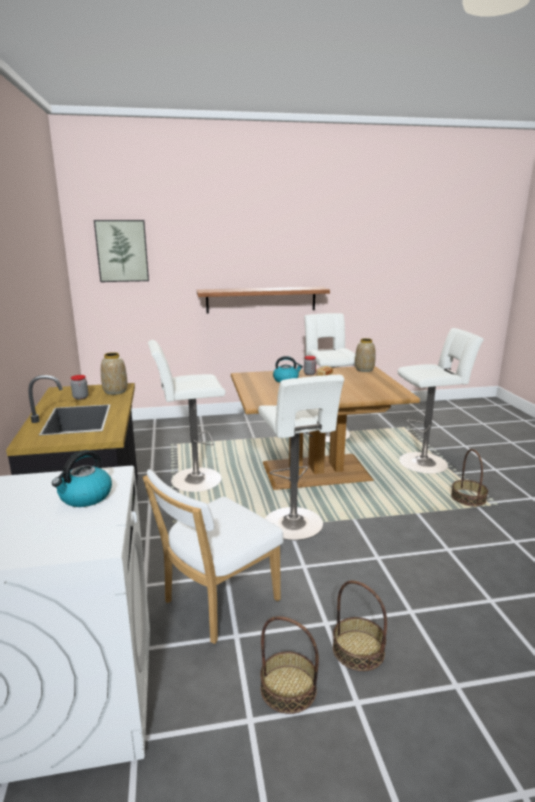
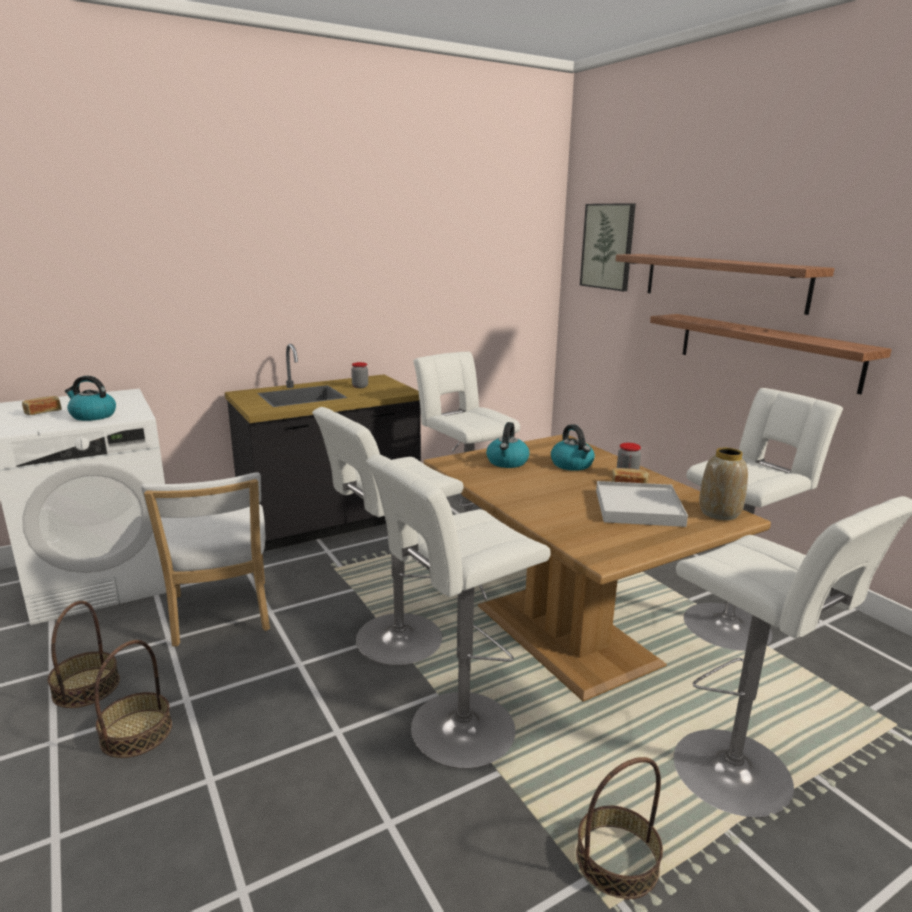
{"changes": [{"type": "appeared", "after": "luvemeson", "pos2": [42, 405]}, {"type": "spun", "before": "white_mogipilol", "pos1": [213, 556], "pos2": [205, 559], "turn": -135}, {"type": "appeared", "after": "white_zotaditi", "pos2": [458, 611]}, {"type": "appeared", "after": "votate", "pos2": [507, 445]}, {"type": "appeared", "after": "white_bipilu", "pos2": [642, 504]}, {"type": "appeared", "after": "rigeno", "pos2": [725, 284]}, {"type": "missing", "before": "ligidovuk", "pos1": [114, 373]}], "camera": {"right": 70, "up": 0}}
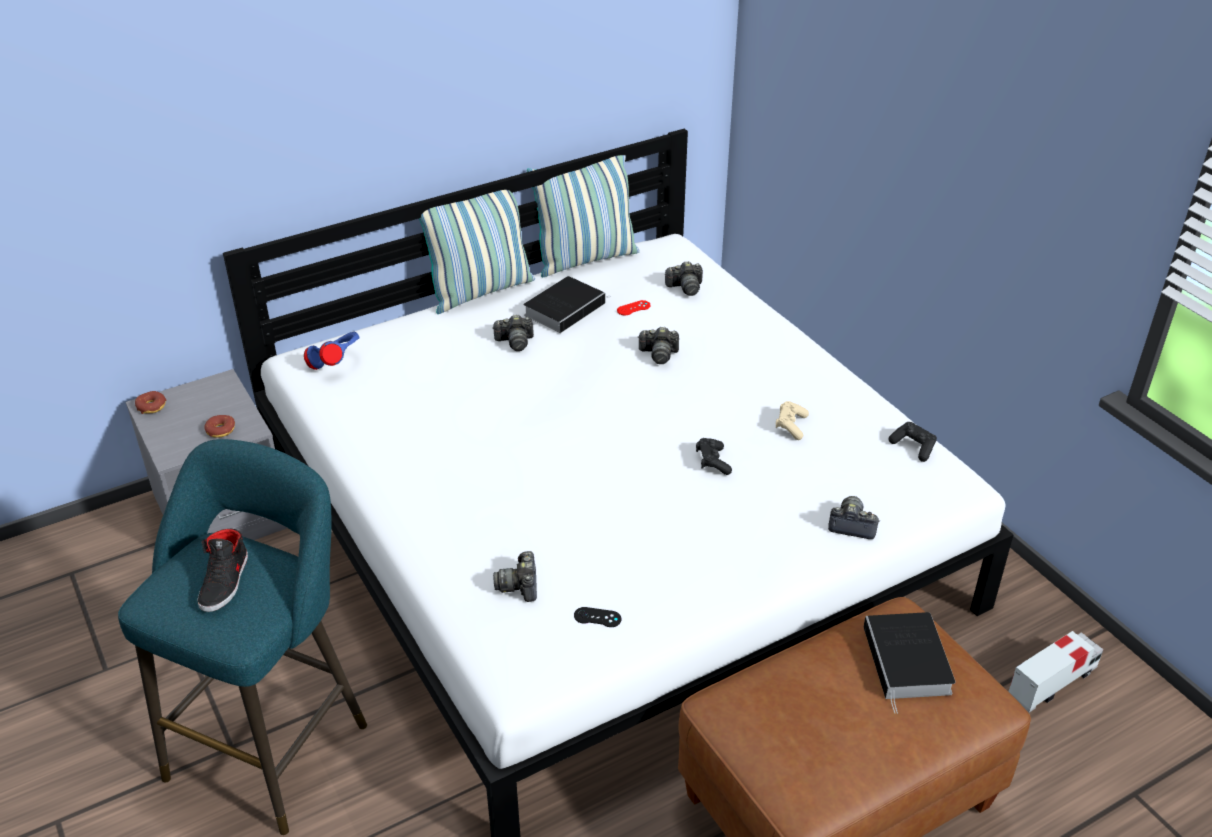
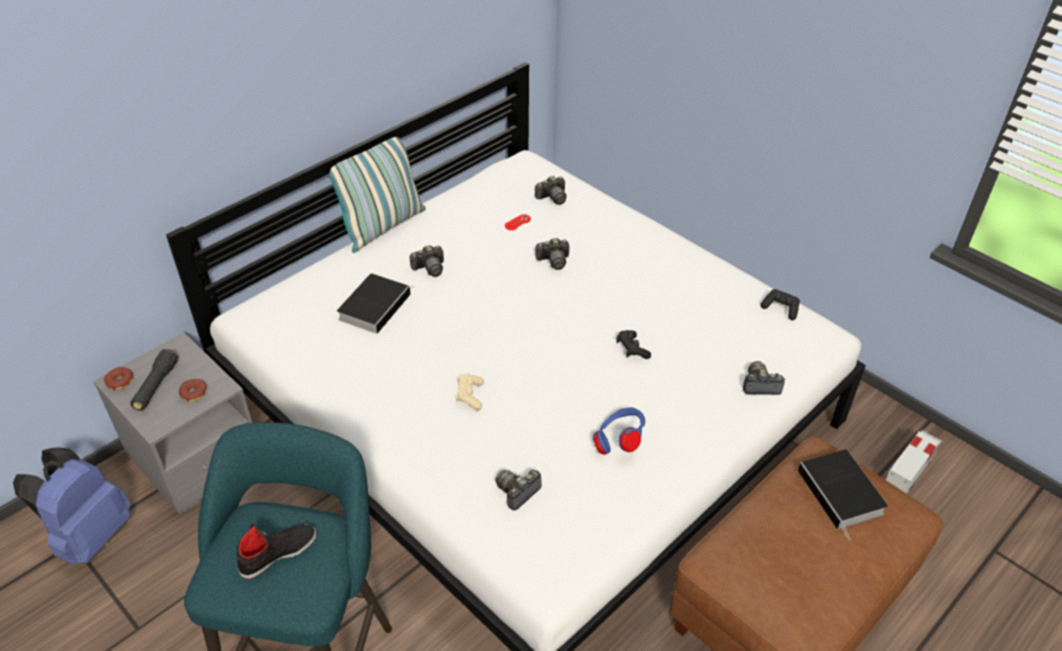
{"changes": [{"type": "appeared", "after": "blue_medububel", "pos2": [72, 506]}, {"type": "appeared", "after": "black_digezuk", "pos2": [154, 380]}, {"type": "spun", "before": "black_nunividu", "pos1": [222, 570], "pos2": [276, 551], "turn": -120}, {"type": "relocated", "before": "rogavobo", "pos1": [567, 304], "pos2": [375, 303]}, {"type": "relocated", "before": "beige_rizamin", "pos1": [792, 420], "pos2": [470, 392]}, {"type": "spun", "before": "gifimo", "pos1": [515, 576], "pos2": [518, 490], "turn": 60}, {"type": "relocated", "before": "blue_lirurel", "pos1": [332, 350], "pos2": [619, 431]}, {"type": "missing", "before": "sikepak", "pos1": [583, 216]}, {"type": "missing", "before": "black_rizamin", "pos1": [597, 617]}], "camera": {"right": -15, "up": 5}}
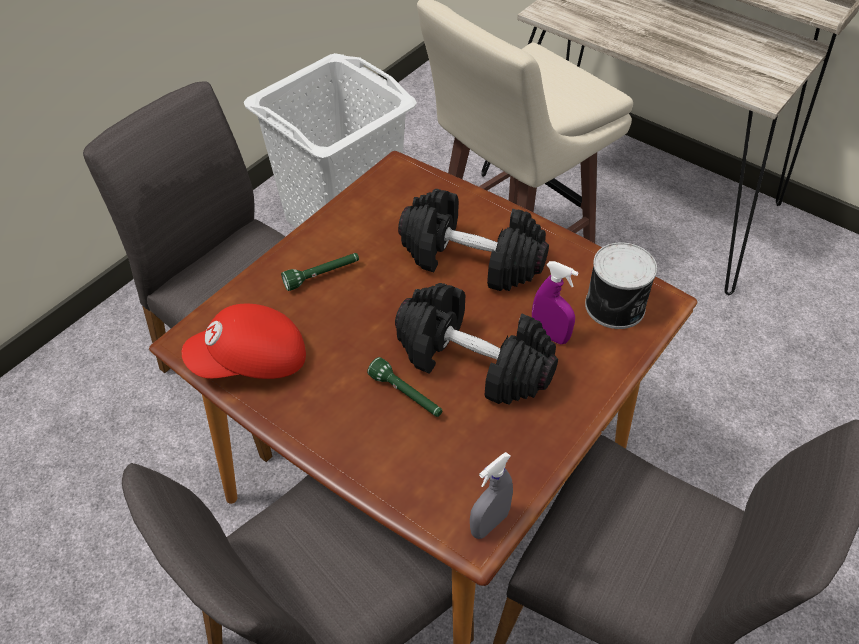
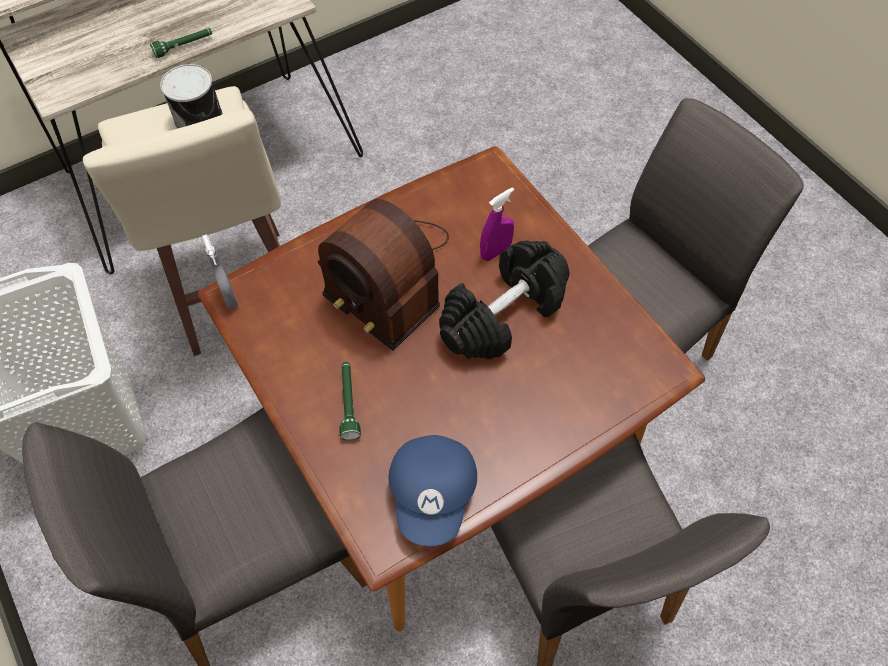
{"changes": [{"type": "relocated", "before": "green_digezuk", "pos1": [404, 387], "pos2": [181, 43]}, {"type": "relocated", "before": "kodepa", "pos1": [621, 285], "pos2": [191, 96]}, {"type": "relocated", "before": "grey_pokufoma", "pos1": [491, 495], "pos2": [220, 271]}, {"type": "exchanged", "before": "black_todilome", "after": "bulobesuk", "pos1": [473, 240], "pos2": [383, 275]}, {"type": "colour", "before": "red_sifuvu", "after": "blue_sifuvu", "pos1": [243, 341], "pos2": [432, 490]}], "camera": {"right": -70, "up": 10}}
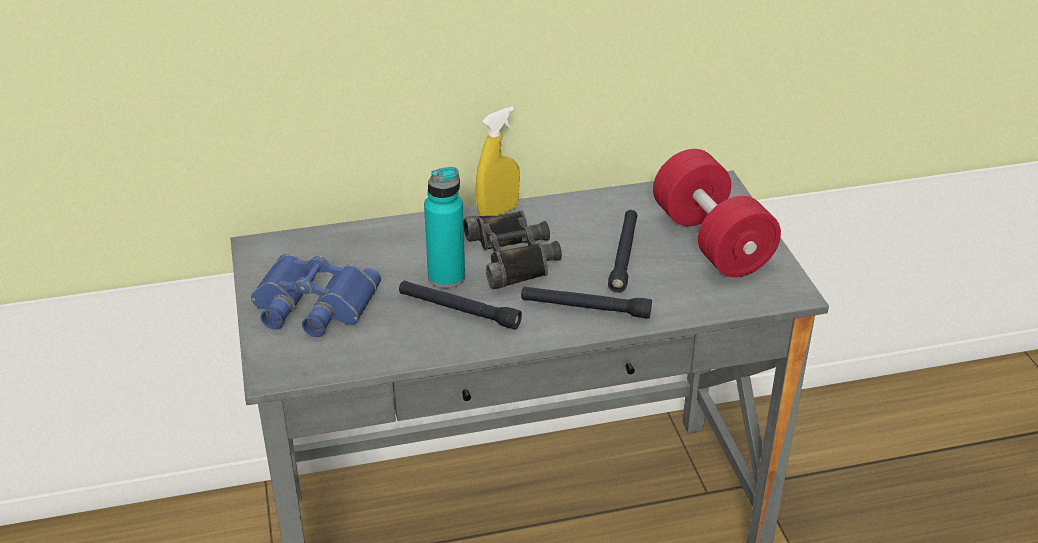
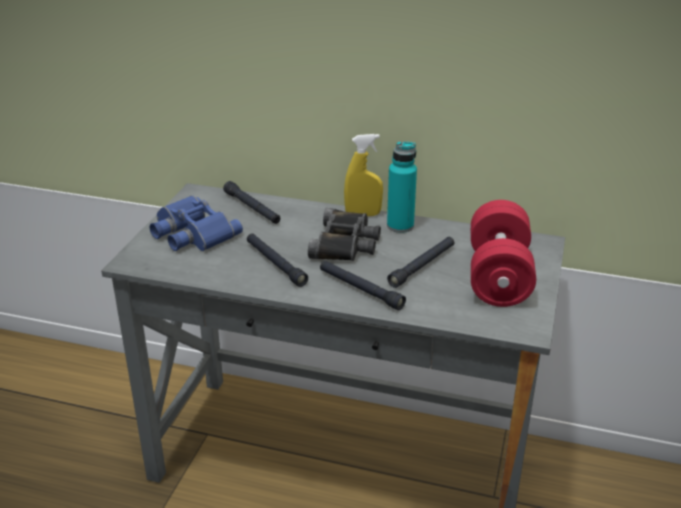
{"changes": [{"type": "appeared", "after": "black_digezuk", "pos2": [251, 202]}, {"type": "relocated", "before": "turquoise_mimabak", "pos1": [444, 227], "pos2": [402, 187]}], "camera": {"right": 30, "up": -5}}
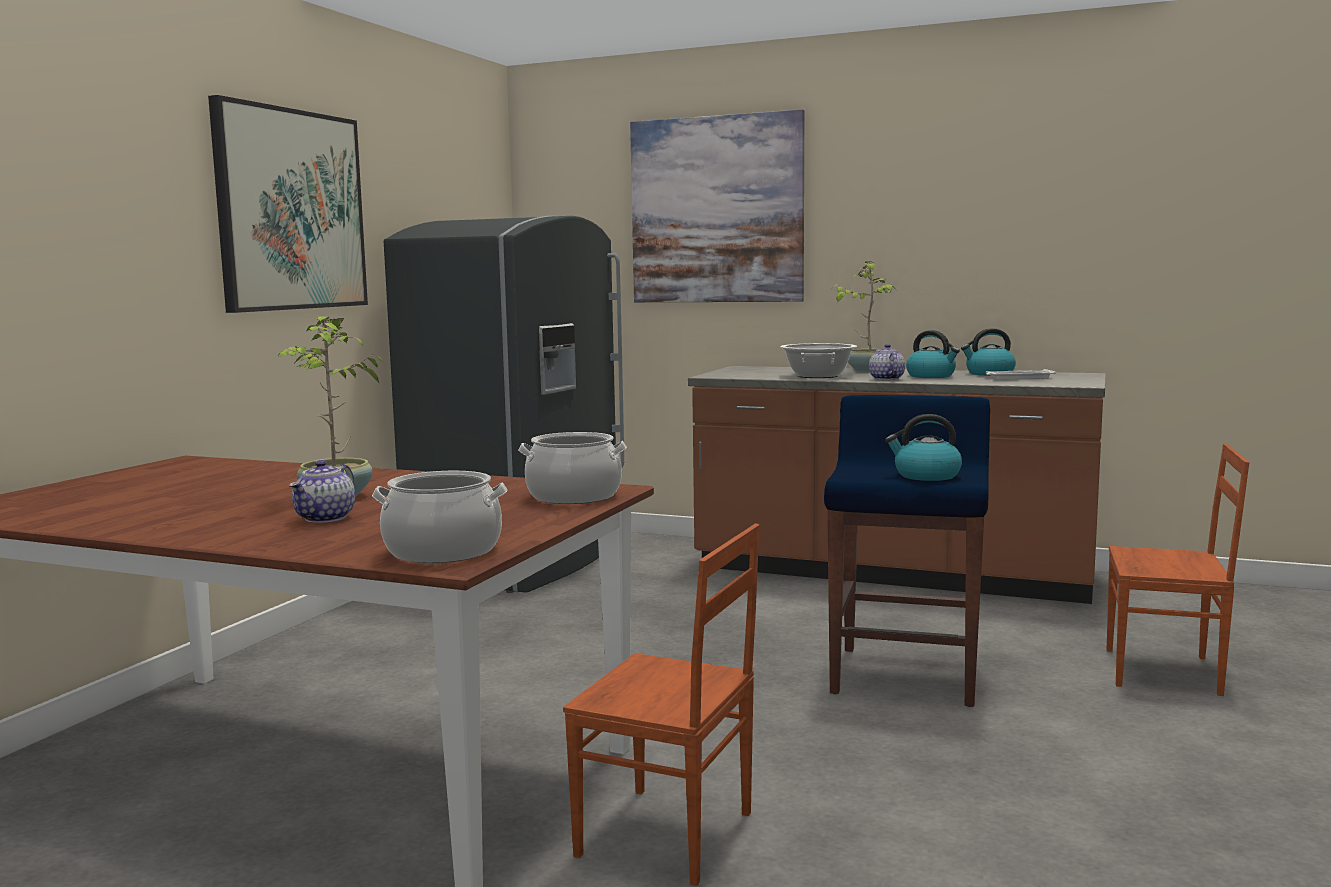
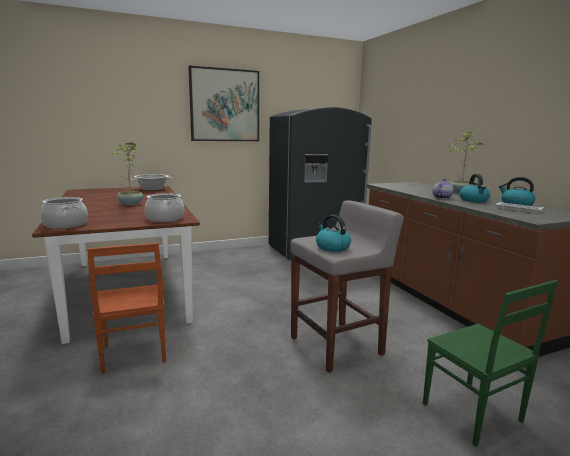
{"changes": [{"type": "relocated", "before": "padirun", "pos1": [818, 360], "pos2": [151, 182]}, {"type": "colour", "before": "blue_zotaditi", "after": "grey_zotaditi", "pos1": [907, 551], "pos2": [347, 286]}, {"type": "colour", "before": "brown_mogipilol", "after": "green_mogipilol", "pos1": [1178, 569], "pos2": [490, 363]}, {"type": "missing", "before": "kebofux", "pos1": [322, 491]}, {"type": "missing", "before": "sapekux", "pos1": [717, 205]}], "camera": {"right": 45, "up": 5}}
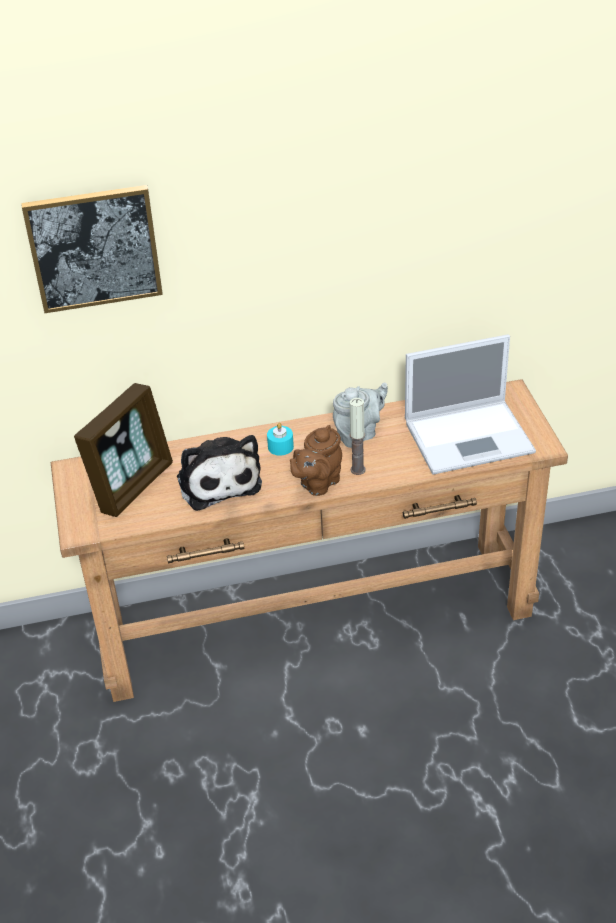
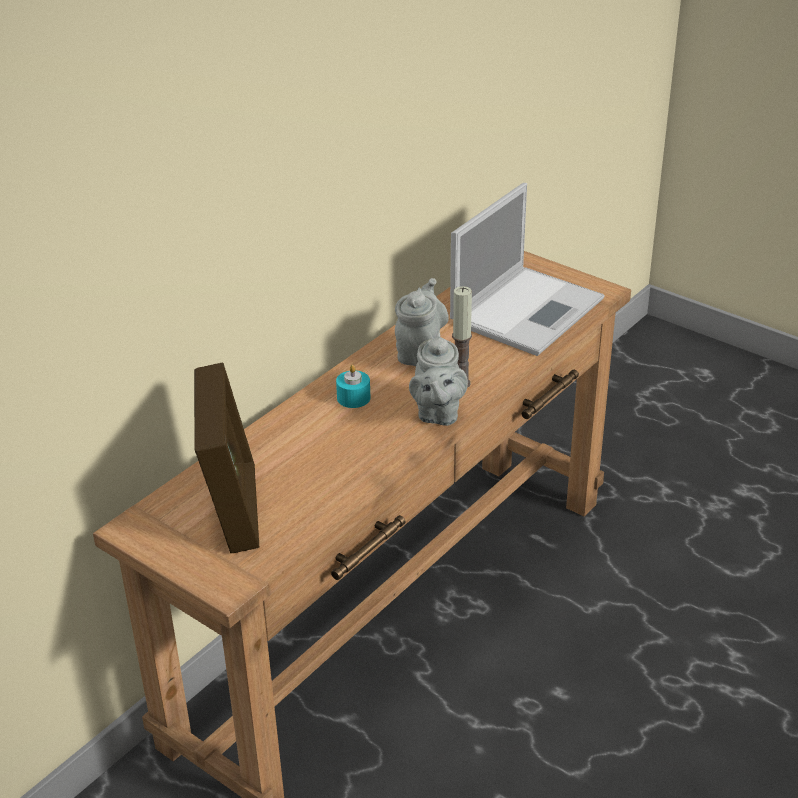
{"changes": [{"type": "colour", "before": "brown_kebofux", "after": "grey_kebofux", "pos1": [316, 460], "pos2": [438, 379]}, {"type": "missing", "before": "sapekux", "pos1": [92, 249]}, {"type": "missing", "before": "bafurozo", "pos1": [219, 473]}], "camera": {"right": -40, "up": -5}}
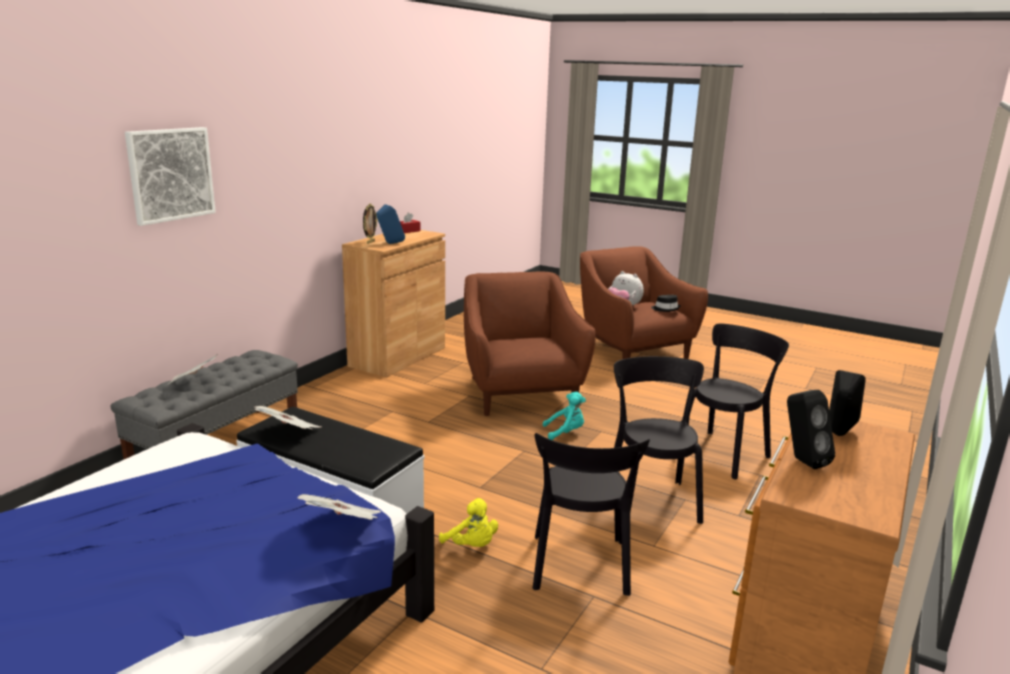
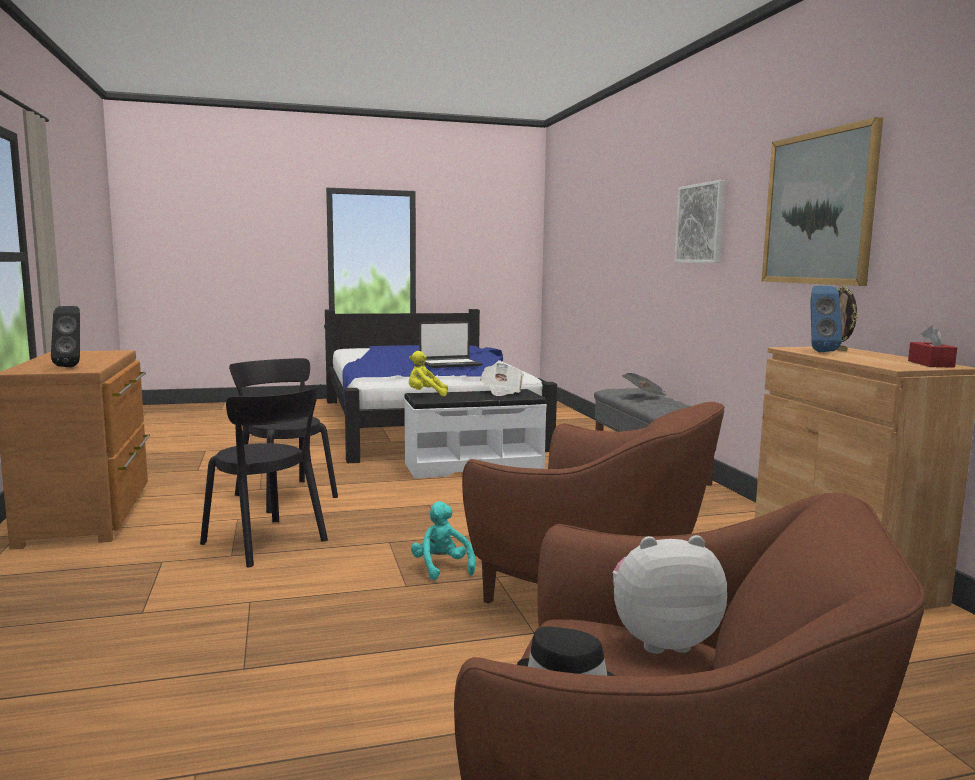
{"changes": [{"type": "relocated", "before": "yellow_bafurozo", "pos1": [468, 522], "pos2": [428, 373]}, {"type": "spun", "before": "turquoise_bafurozo", "pos1": [564, 416], "pos2": [443, 541], "turn": 120}, {"type": "appeared", "after": "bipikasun", "pos2": [450, 344]}, {"type": "appeared", "after": "sapekux", "pos2": [822, 201]}, {"type": "missing", "before": "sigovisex", "pos1": [339, 507]}, {"type": "missing", "before": "black_mogipilol", "pos1": [739, 401]}, {"type": "missing", "before": "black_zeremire", "pos1": [811, 430]}], "camera": {"right": 135, "up": -10}}
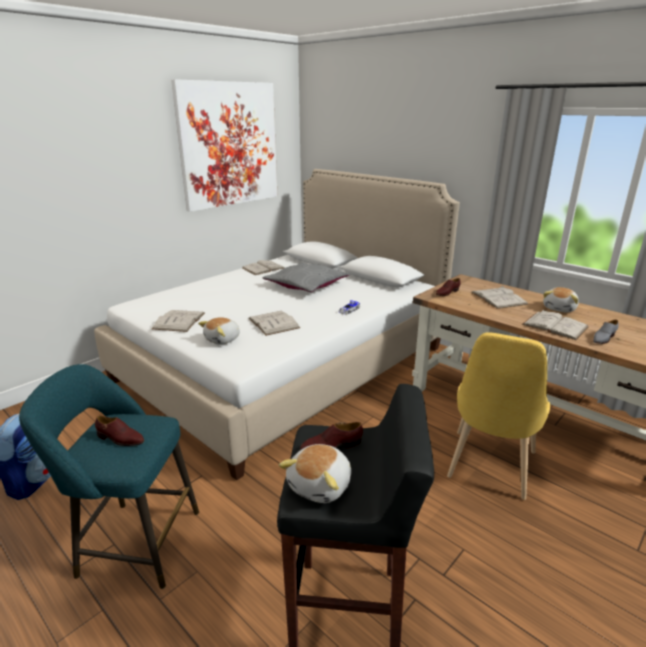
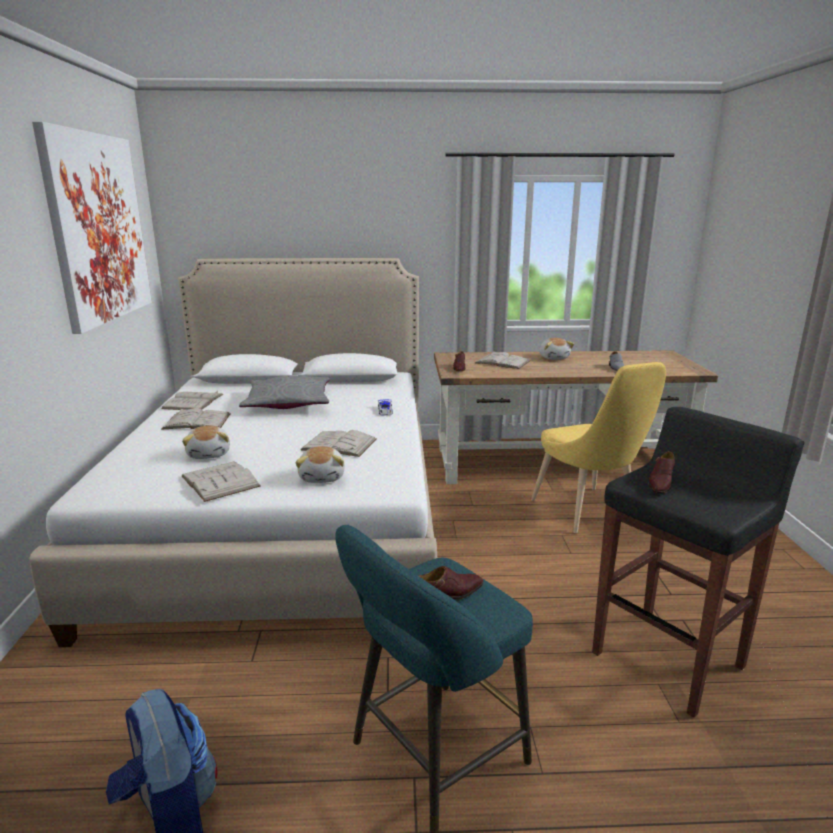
{"changes": [{"type": "relocated", "before": "white_rogavobo", "pos1": [555, 325], "pos2": [196, 419]}, {"type": "relocated", "before": "bafurozo", "pos1": [315, 473], "pos2": [206, 442]}], "camera": {"right": -45, "up": -5}}
